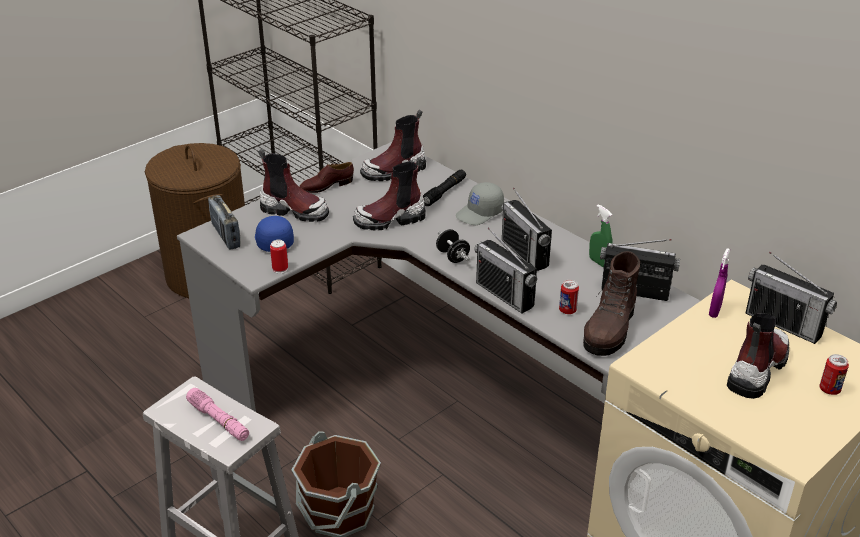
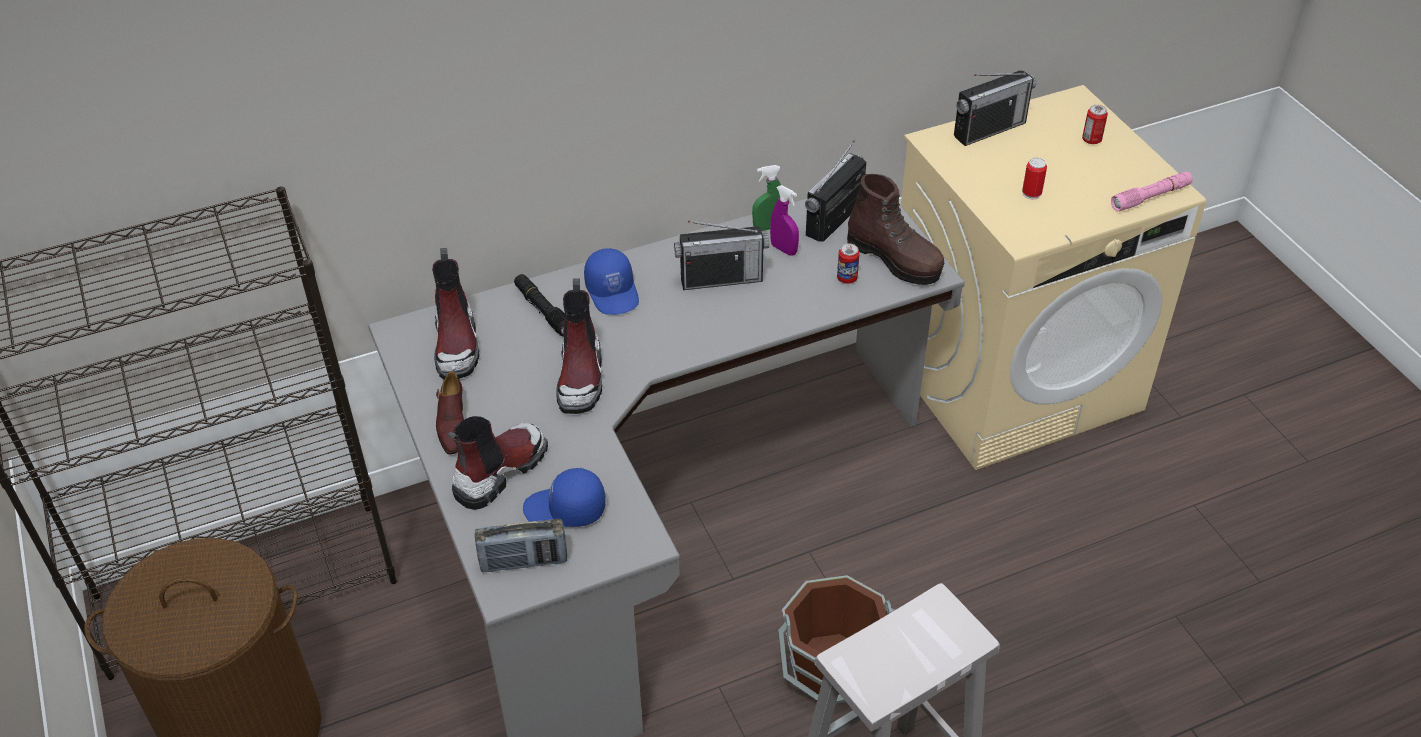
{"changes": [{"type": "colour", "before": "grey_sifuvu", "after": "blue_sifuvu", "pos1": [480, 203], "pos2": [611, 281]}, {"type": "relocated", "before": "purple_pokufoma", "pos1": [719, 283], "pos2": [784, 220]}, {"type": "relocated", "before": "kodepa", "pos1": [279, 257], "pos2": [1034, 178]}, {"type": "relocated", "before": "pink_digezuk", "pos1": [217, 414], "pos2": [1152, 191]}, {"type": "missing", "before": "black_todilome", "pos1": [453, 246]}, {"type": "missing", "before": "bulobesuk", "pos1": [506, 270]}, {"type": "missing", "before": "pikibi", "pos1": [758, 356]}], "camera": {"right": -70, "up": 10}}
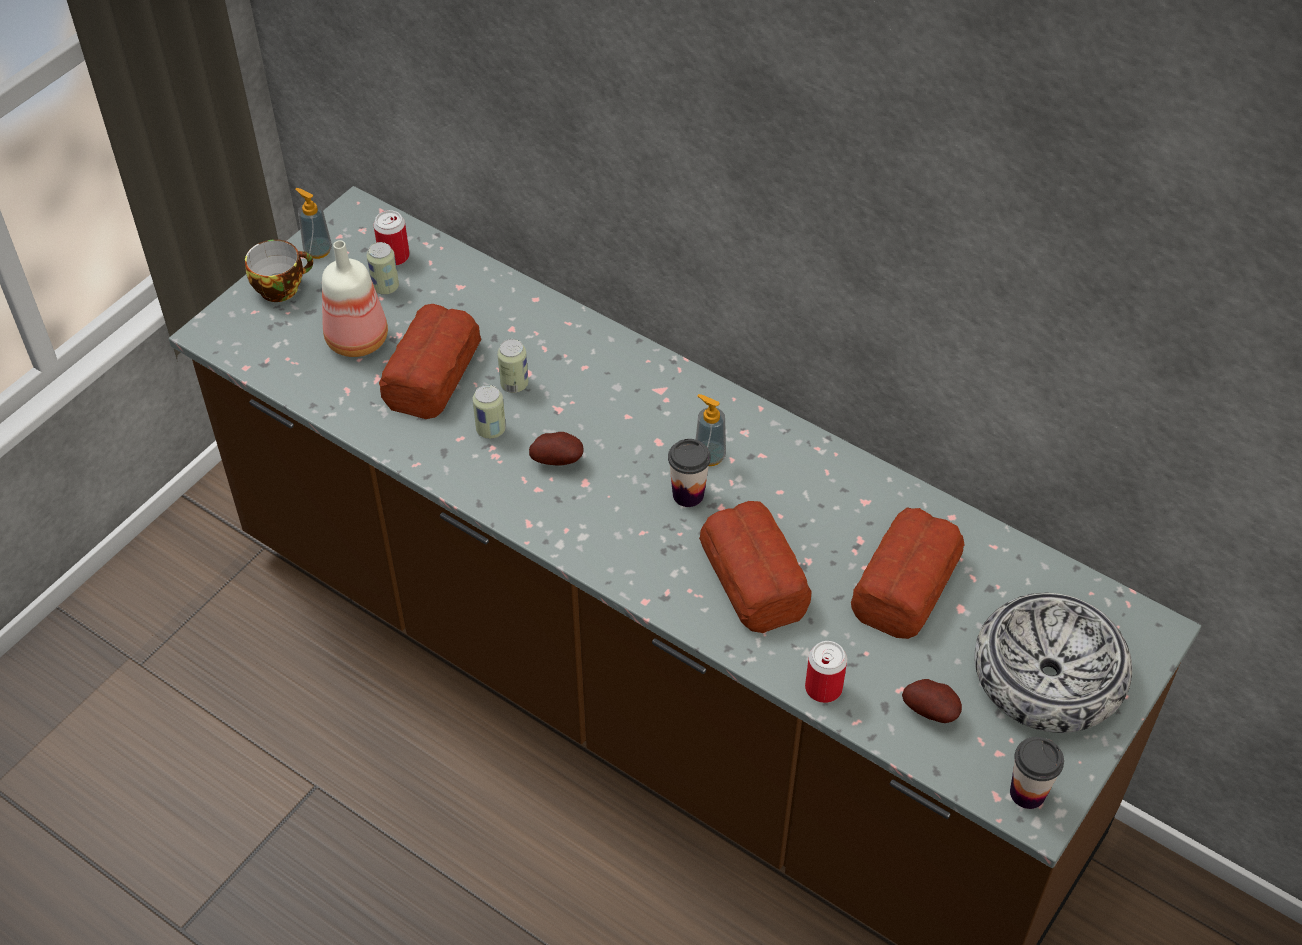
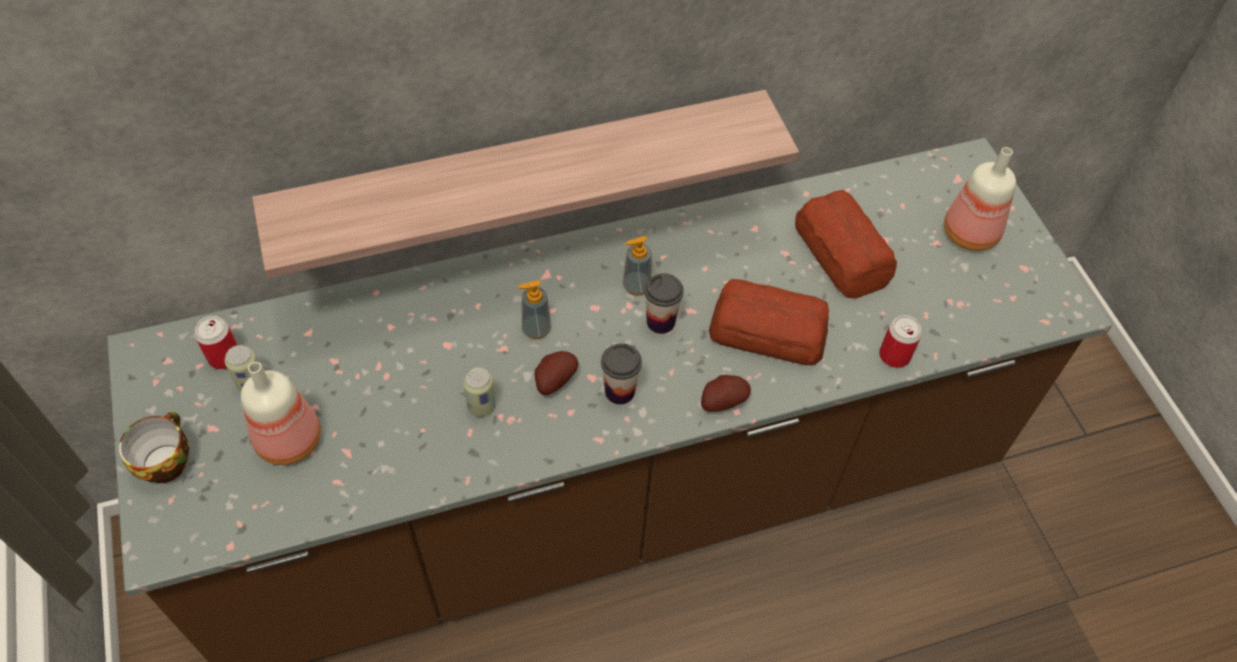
{"changes": [{"type": "appeared", "after": "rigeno", "pos2": [525, 184]}, {"type": "relocated", "before": "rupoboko", "pos1": [313, 223], "pos2": [534, 309]}, {"type": "relocated", "before": "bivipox", "pos1": [1037, 773], "pos2": [621, 374]}, {"type": "relocated", "before": "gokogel", "pos1": [932, 701], "pos2": [726, 393]}, {"type": "exchanged", "before": "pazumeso", "after": "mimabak", "pos1": [1053, 663], "pos2": [980, 199]}, {"type": "missing", "before": "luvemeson", "pos1": [430, 361]}, {"type": "missing", "before": "kodepa", "pos1": [512, 366]}], "camera": {"right": -55, "up": 5}}
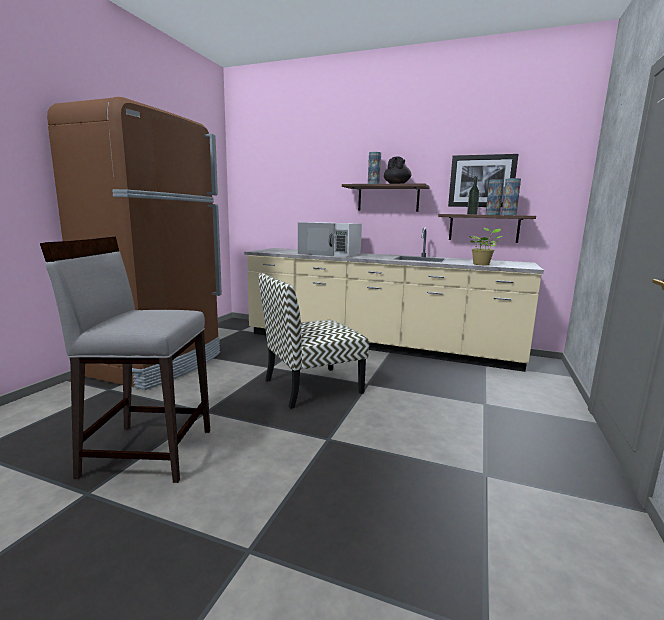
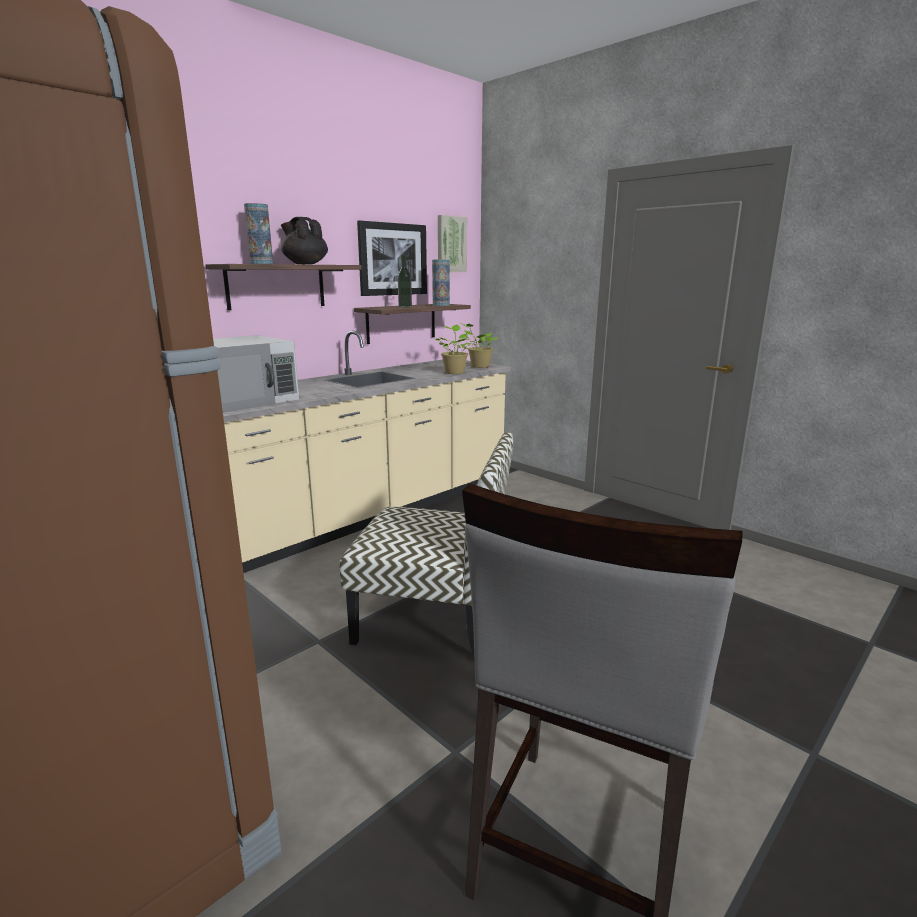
{"changes": [{"type": "spun", "before": "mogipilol", "pos1": [313, 341], "pos2": [427, 547], "turn": -75}, {"type": "appeared", "after": "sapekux", "pos2": [452, 243]}, {"type": "appeared", "after": "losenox", "pos2": [480, 345]}, {"type": "missing", "before": "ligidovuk", "pos1": [495, 197]}], "camera": {"right": -65, "up": 5}}
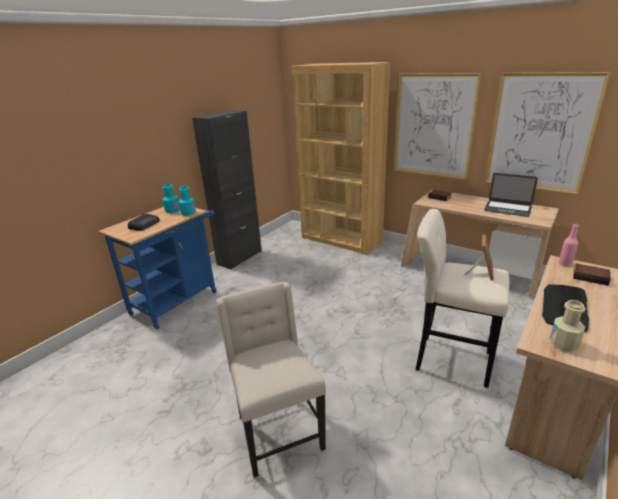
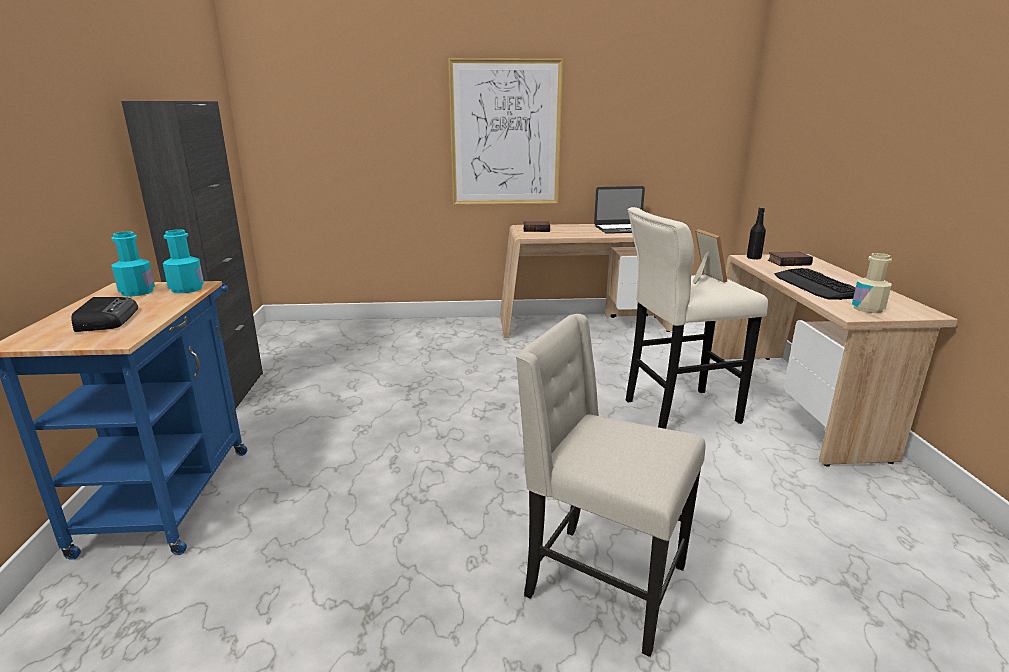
{"changes": [{"type": "colour", "before": "pink_mimabak", "after": "black_mimabak", "pos1": [569, 245], "pos2": [756, 233]}, {"type": "missing", "before": "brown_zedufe", "pos1": [340, 158]}, {"type": "missing", "before": "sapekux", "pos1": [548, 133]}], "camera": {"right": -40, "up": -5}}
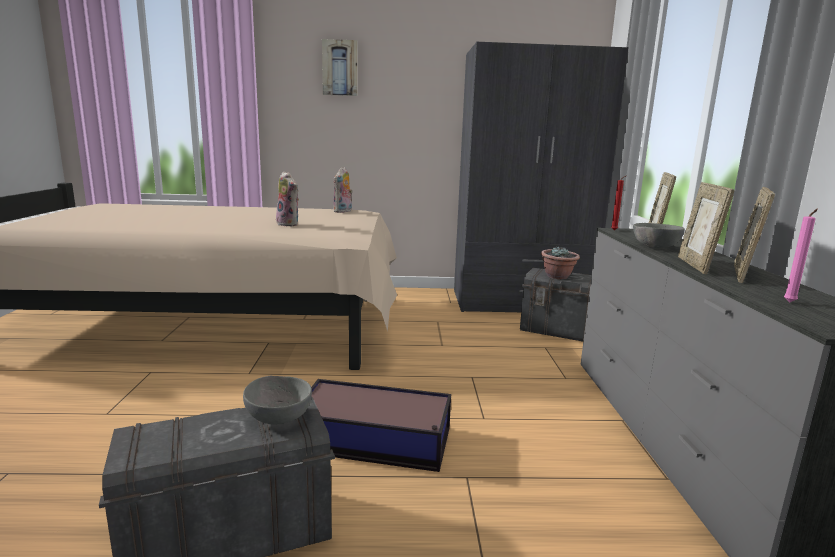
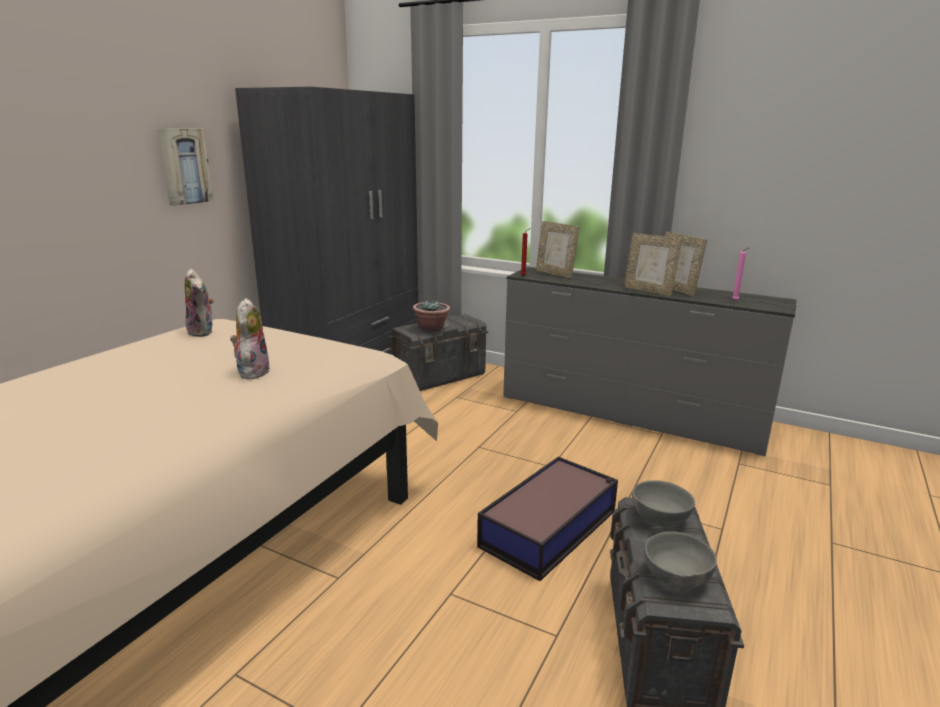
{"changes": [{"type": "relocated", "before": "sapekux", "pos1": [339, 67], "pos2": [186, 167]}, {"type": "spun", "before": "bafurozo", "pos1": [287, 198], "pos2": [250, 338], "turn": -75}, {"type": "relocated", "before": "grey_pazumeso", "pos1": [659, 235], "pos2": [680, 560]}], "camera": {"right": -60, "up": 5}}
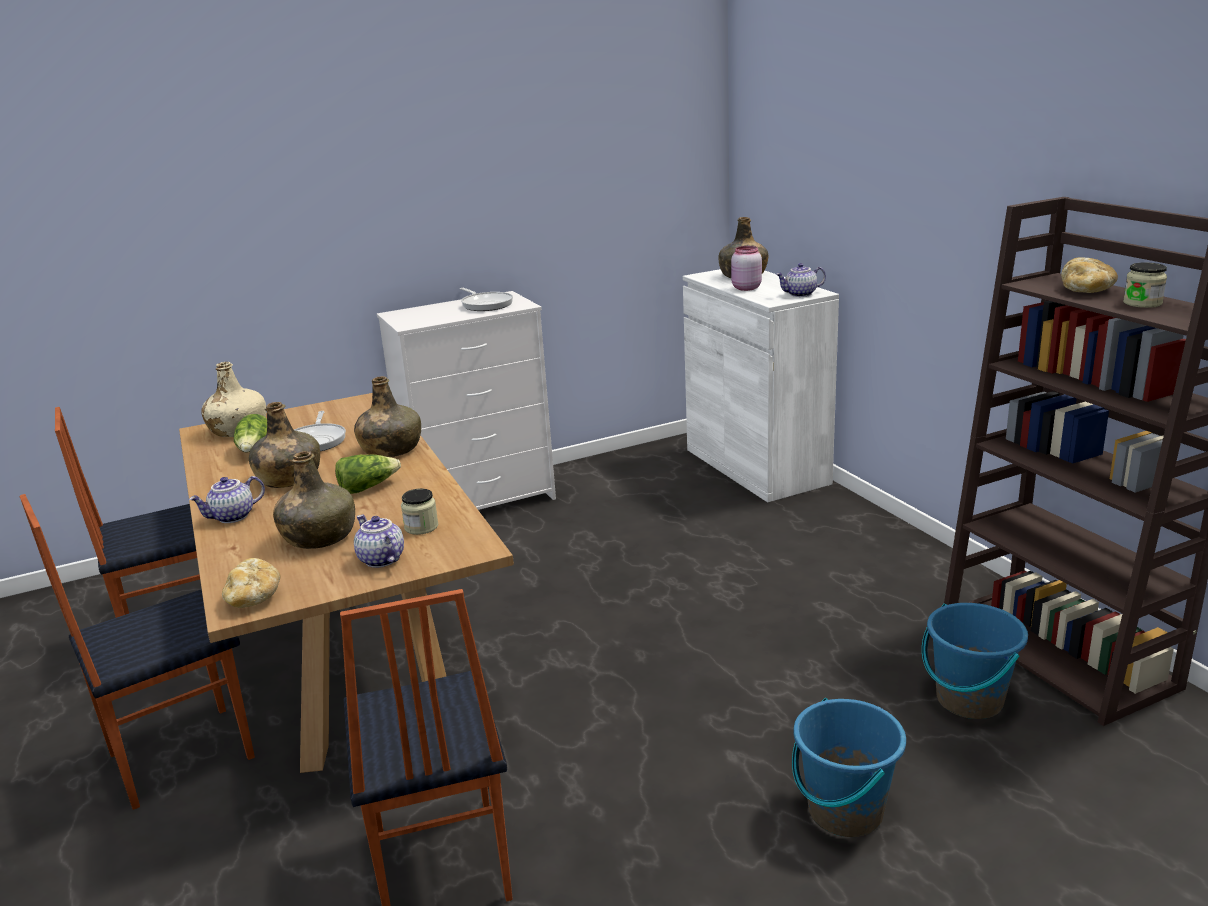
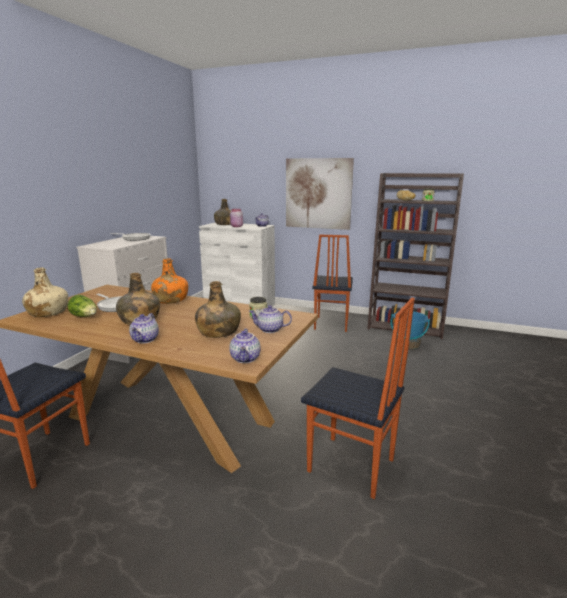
{"changes": [{"type": "colour", "before": "green_mimabak", "after": "orange_mimabak", "pos1": [387, 416], "pos2": [169, 281]}, {"type": "exchanged", "before": "luvemeson", "after": "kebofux", "pos1": [251, 583], "pos2": [244, 345]}, {"type": "appeared", "after": "sapekux", "pos2": [320, 194]}, {"type": "relocated", "before": "mogipilol", "pos1": [137, 652], "pos2": [332, 283]}, {"type": "missing", "before": "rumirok", "pos1": [368, 474]}, {"type": "missing", "before": "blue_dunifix", "pos1": [849, 767]}], "camera": {"right": -45, "up": -5}}
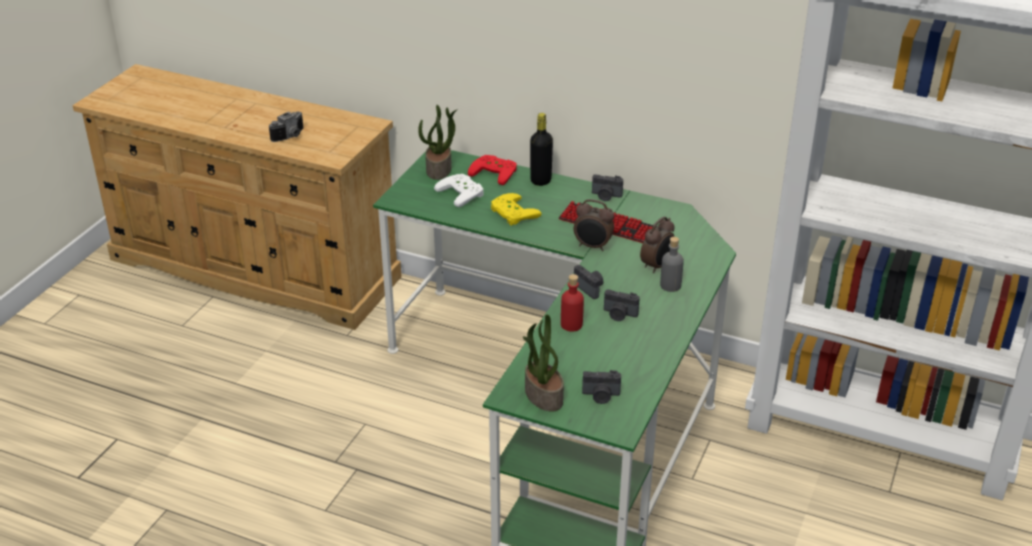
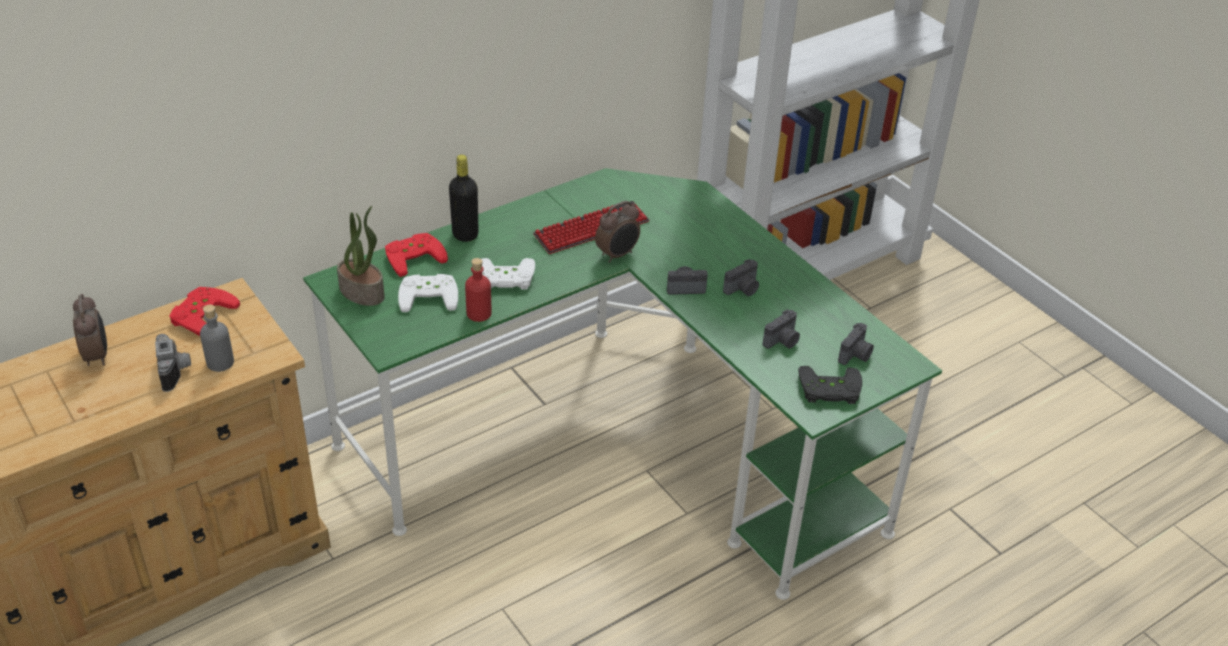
{"changes": [{"type": "relocated", "before": "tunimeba", "pos1": [657, 245], "pos2": [90, 330]}, {"type": "appeared", "after": "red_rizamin", "pos2": [204, 311]}, {"type": "relocated", "before": "grey_mimabak", "pos1": [672, 264], "pos2": [217, 338]}, {"type": "relocated", "before": "red_mimabak", "pos1": [572, 303], "pos2": [478, 290]}, {"type": "colour", "before": "yellow_rizamin", "after": "white_rizamin", "pos1": [516, 209], "pos2": [508, 273]}, {"type": "relocated", "before": "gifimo", "pos1": [607, 187], "pos2": [781, 329]}, {"type": "exchanged", "before": "losenox", "after": "black_rizamin", "pos1": [543, 363], "pos2": [830, 385]}], "camera": {"right": -60, "up": 5}}
